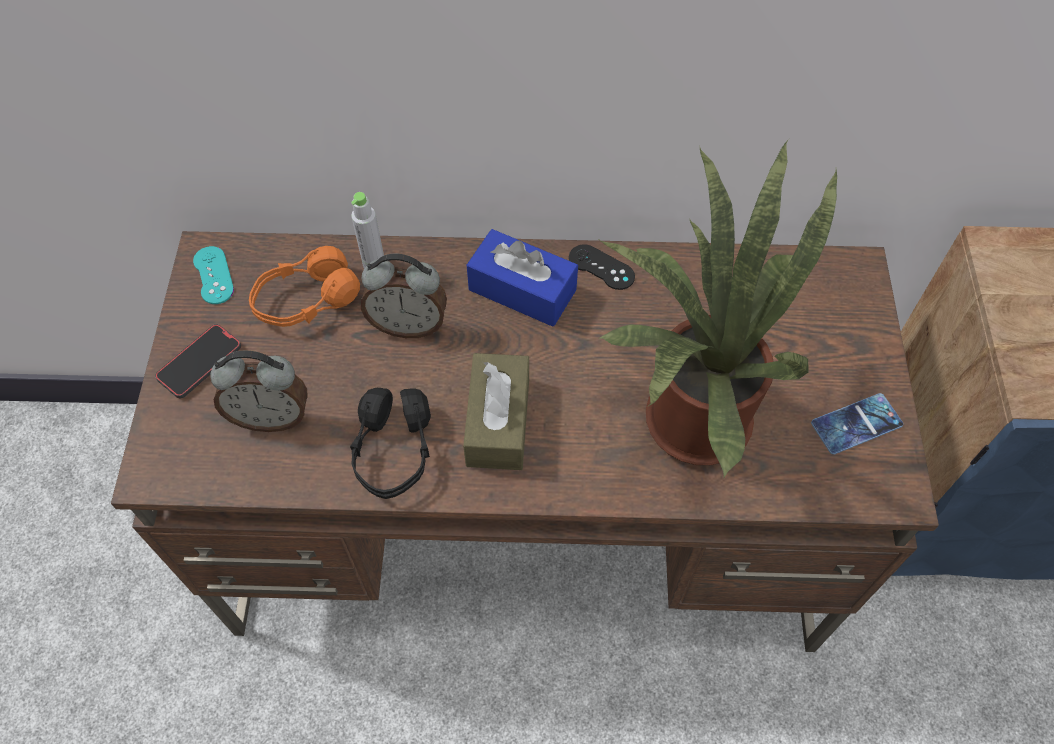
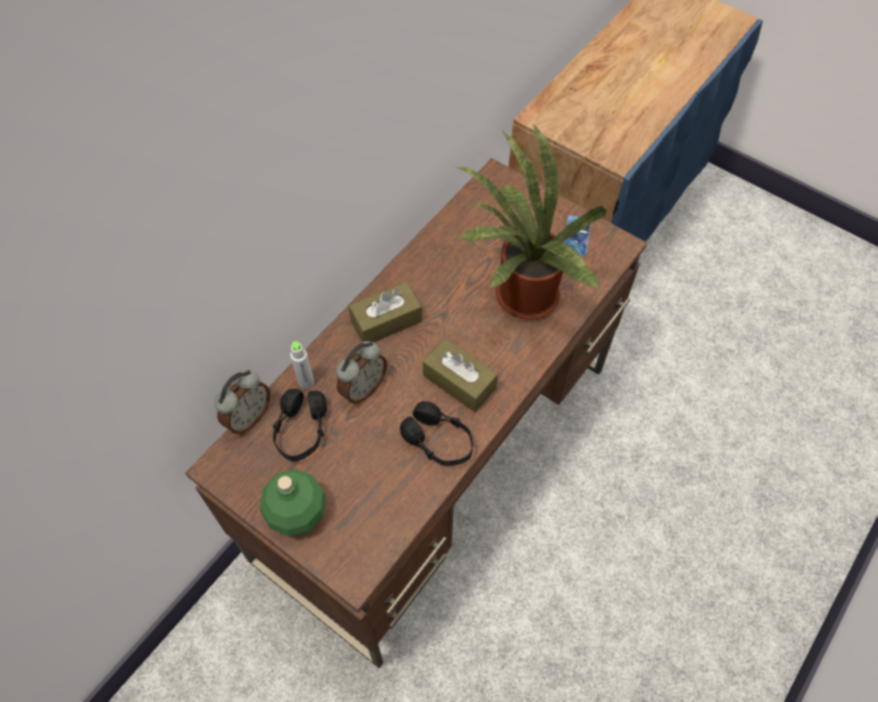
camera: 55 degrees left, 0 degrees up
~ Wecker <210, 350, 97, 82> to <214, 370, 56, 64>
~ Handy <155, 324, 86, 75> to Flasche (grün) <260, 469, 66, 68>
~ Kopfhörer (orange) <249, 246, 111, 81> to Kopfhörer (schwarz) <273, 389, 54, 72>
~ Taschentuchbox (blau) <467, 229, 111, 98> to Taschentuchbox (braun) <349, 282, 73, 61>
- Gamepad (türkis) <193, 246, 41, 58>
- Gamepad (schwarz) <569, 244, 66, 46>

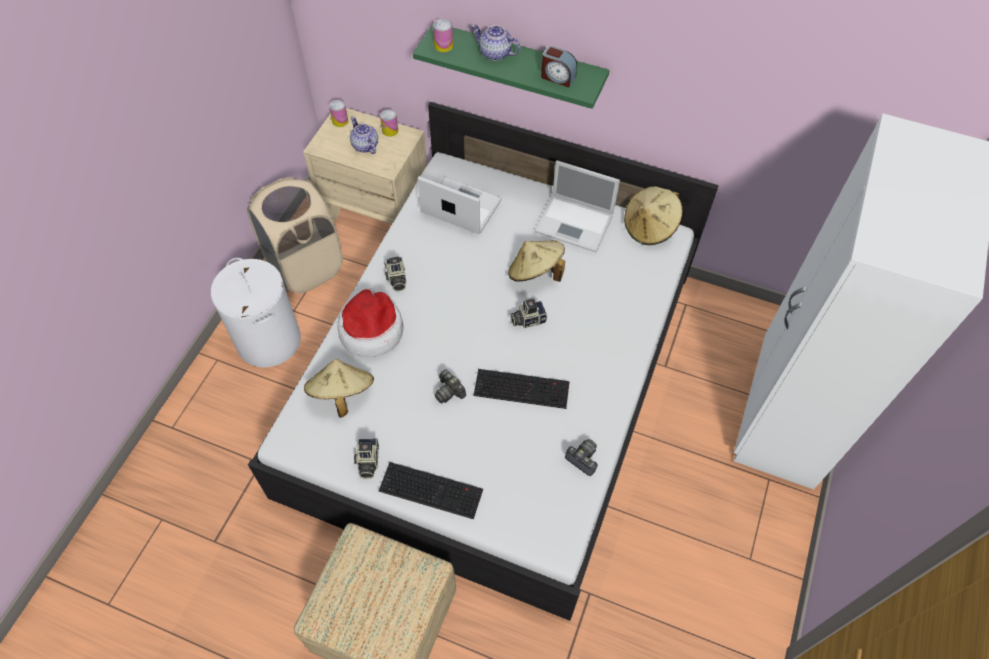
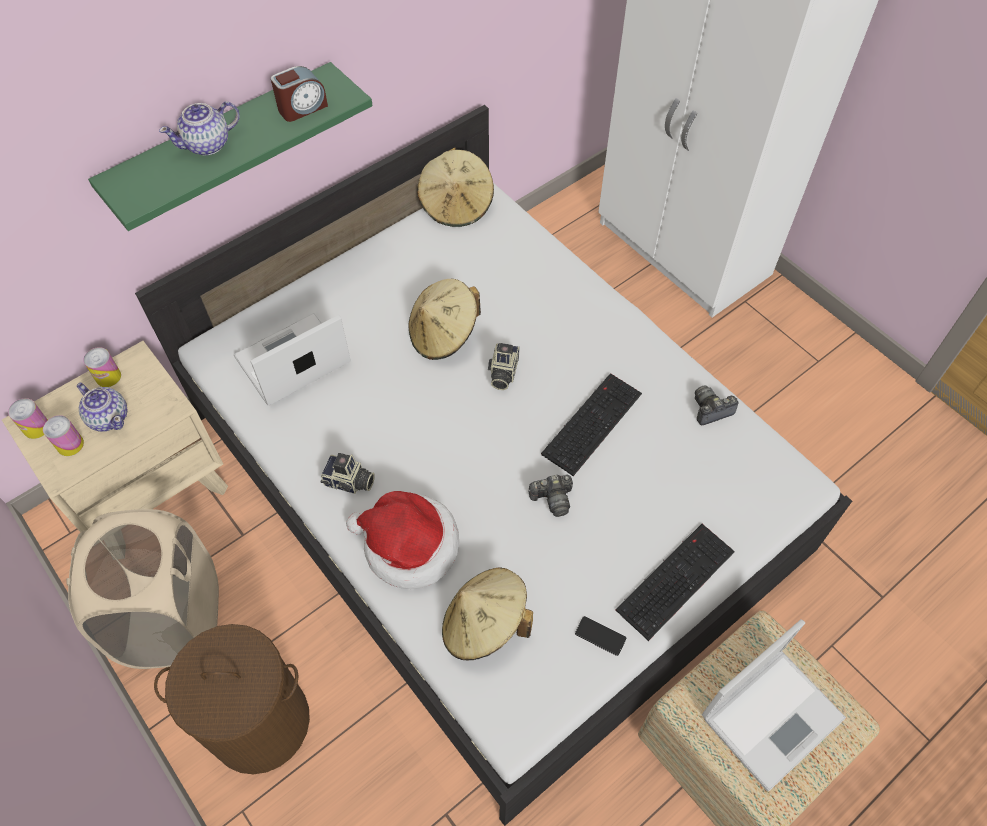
camera: 60 degrees left, 0 degrees up
~ Dose <433, 19, 20, 33> to <43, 415, 41, 41>
~ Teekanne <350, 117, 28, 37> = <77, 383, 51, 49> 135 degrees counterclockwise
~ Wäschekorb (weiß) <211, 258, 90, 110> to Wäschekorb (braun) <154, 624, 156, 150>
~ Kamera <354, 439, 25, 40> to Handy <575, 616, 51, 40>
~ Laptop <535, 160, 85, 92> to <702, 619, 144, 172>

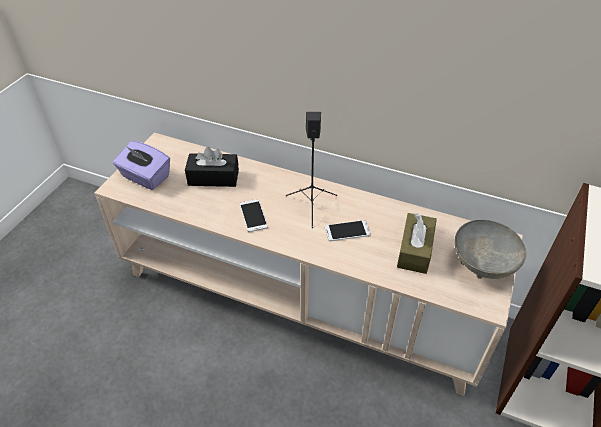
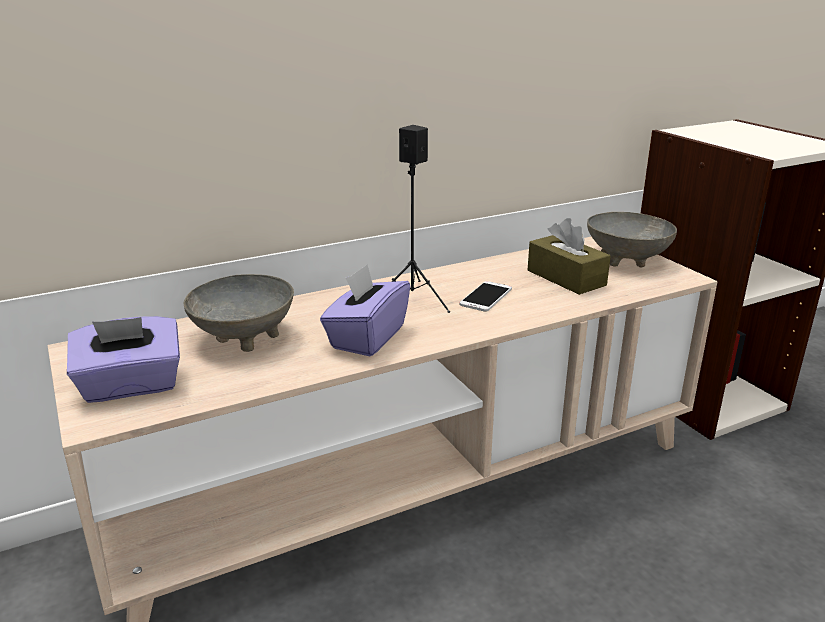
camera: 50 degrees left, 20 degrees down
~ Taschentuchbox (schwarz) <185, 147, 54, 40> to Schüssel (grau) <184, 274, 110, 78>
~ Handy <239, 199, 29, 33> to Taschentuchbox (lila) <320, 264, 90, 92>

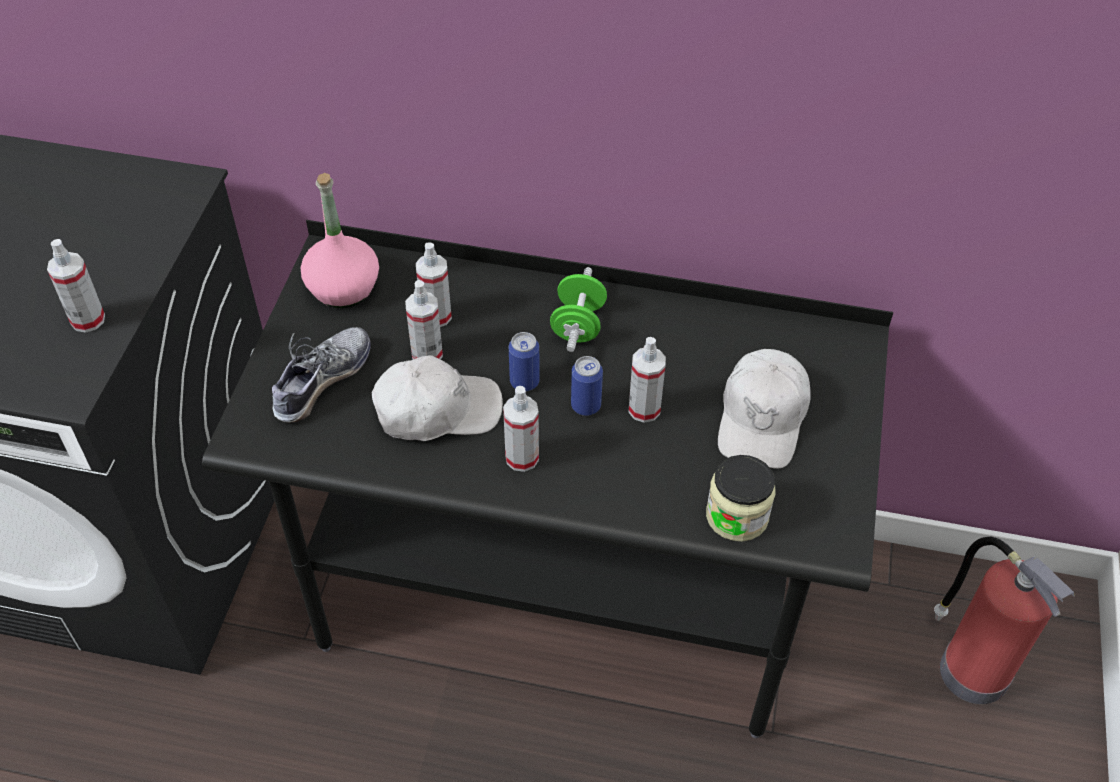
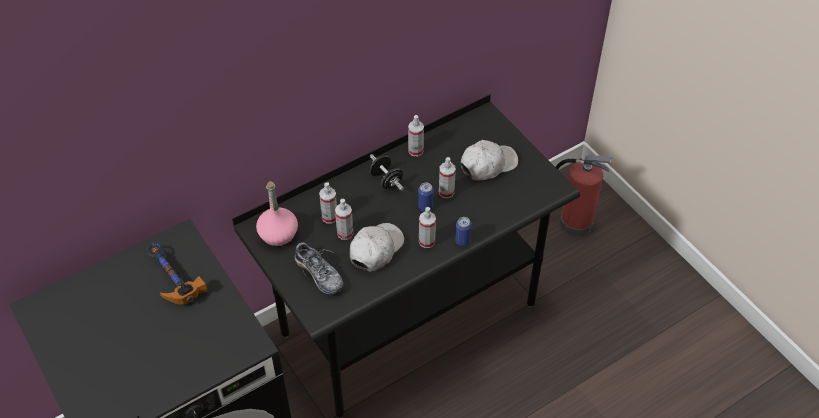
camera: 45 degrees left, 0 degrees up
+ Hammer <147, 243, 61, 62>
~ Schuh <272, 327, 99, 96> = <295, 242, 48, 52> 150 degrees clockwise
~ Hantel (grün) <550, 267, 57, 85> to Hantel (schwarz) <369, 154, 35, 37>
~ Sprühflasche <47, 239, 58, 94> to <408, 115, 16, 41>
~ Dose <509, 332, 31, 59> to <455, 217, 17, 29>
~ Kappe (weiß) <718, 349, 93, 120> = <461, 140, 57, 41> 90 degrees counterclockwise
- Vorratsglas <706, 455, 69, 87>

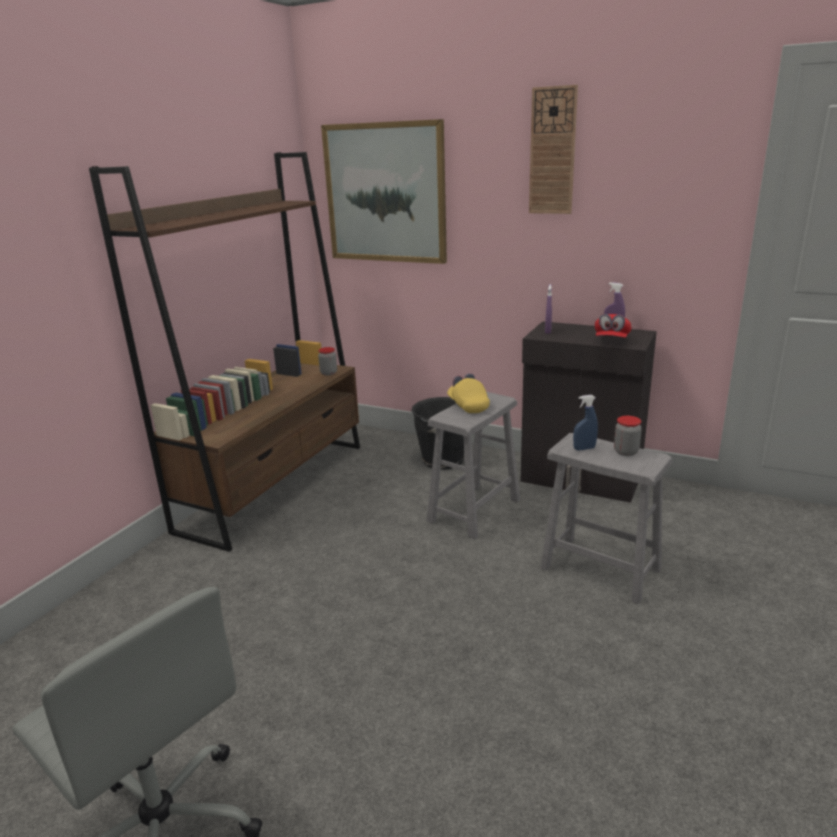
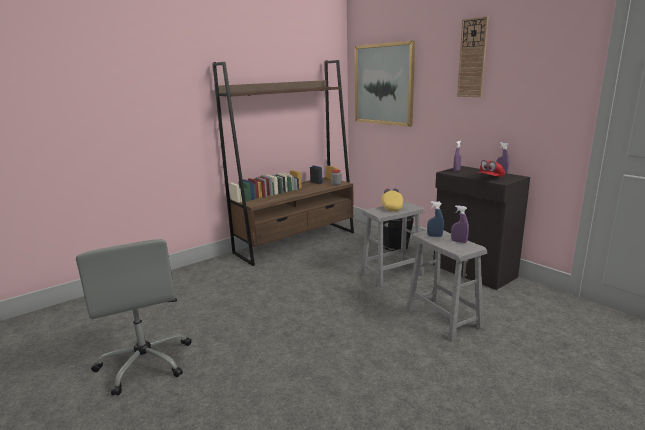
camera: 25 degrees right, 5 degrees down
~ Vorratsglas <614, 416, 28, 40> to Sprühflasche (lila) <451, 205, 18, 38>

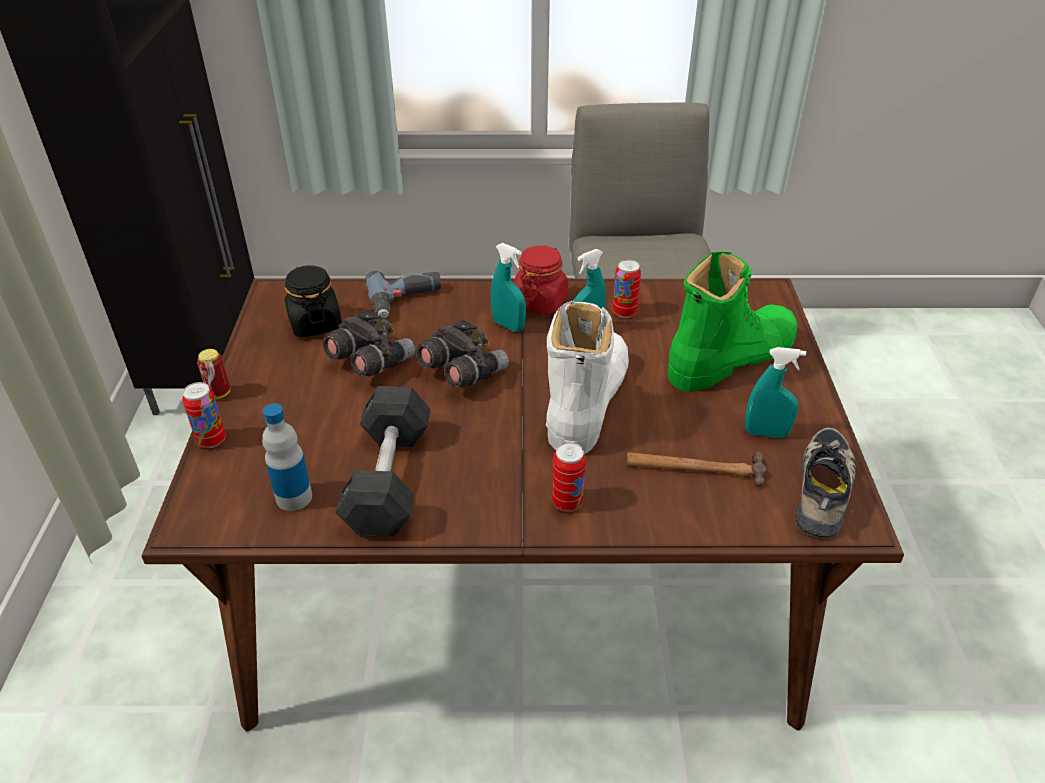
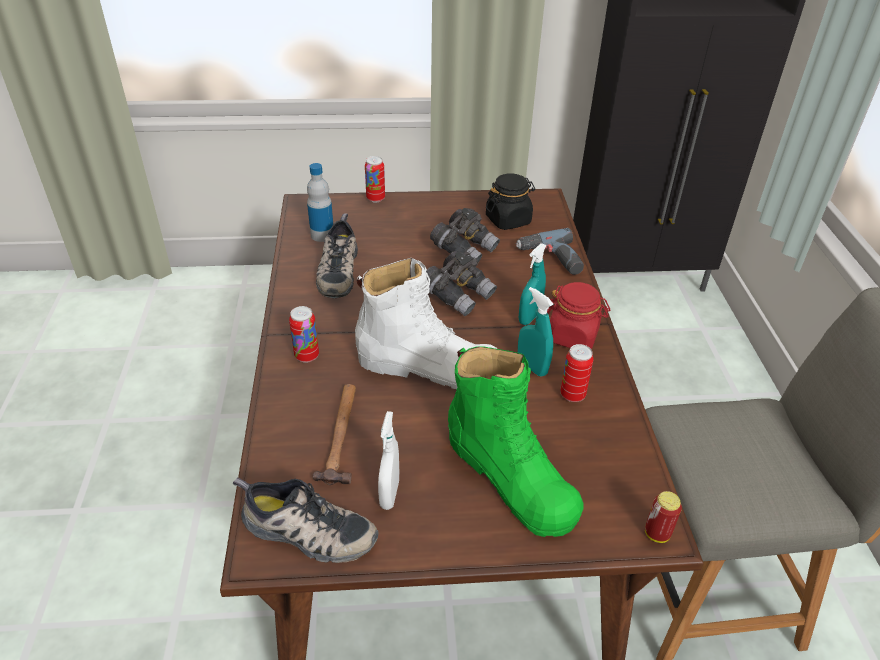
camera: 85 degrees right, 0 degrees up
~ Hantel (grau) <335, 386, 96, 150> to Schuh <316, 213, 42, 86>
~ Sprühflasche (türkis) <745, 347, 61, 91> to Sprühflasche (weiß) <378, 411, 21, 99>
~ Dose <197, 349, 33, 50> to <645, 491, 37, 52>

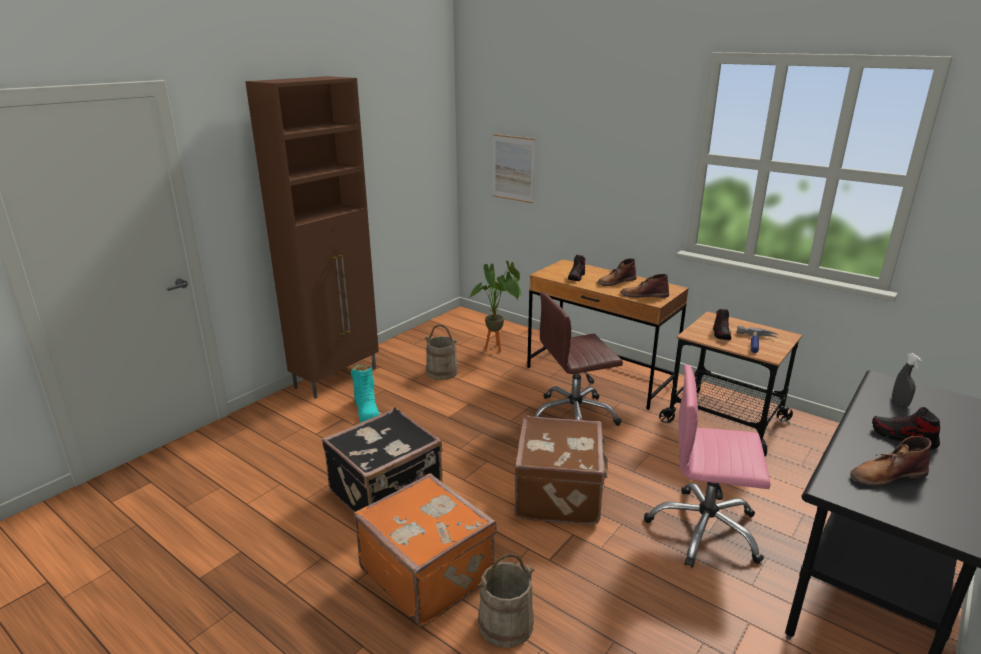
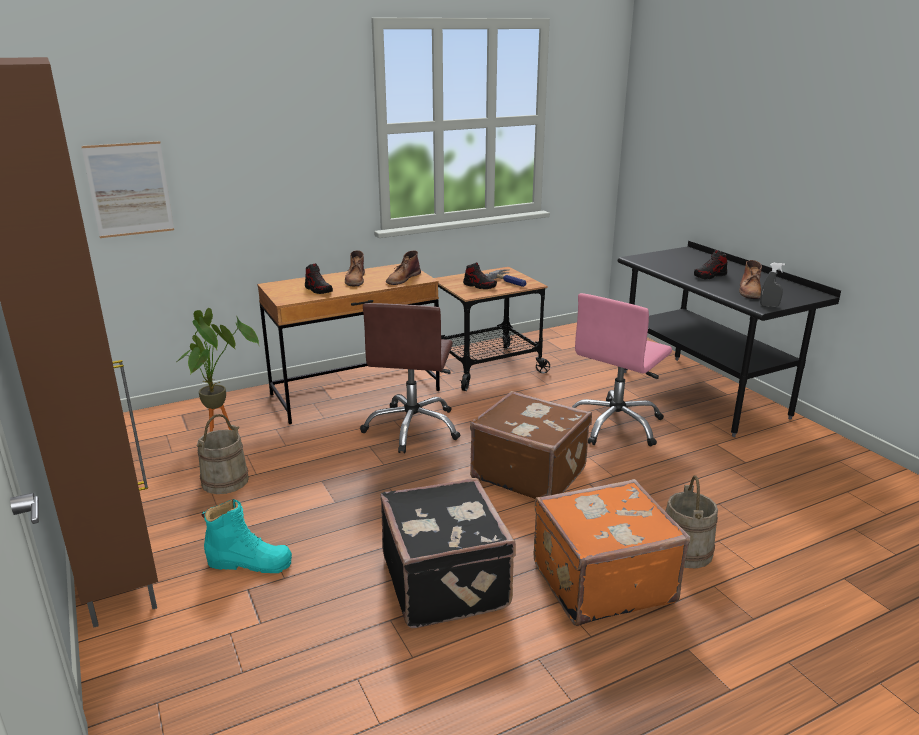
camera: 65 degrees left, 0 degrees up
~ Sprühflasche (grau) <892, 353, 30, 53> to <760, 263, 25, 44>

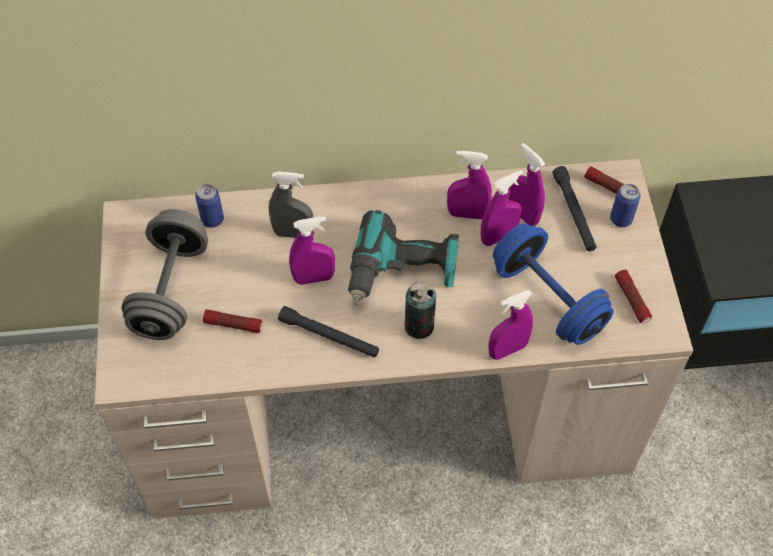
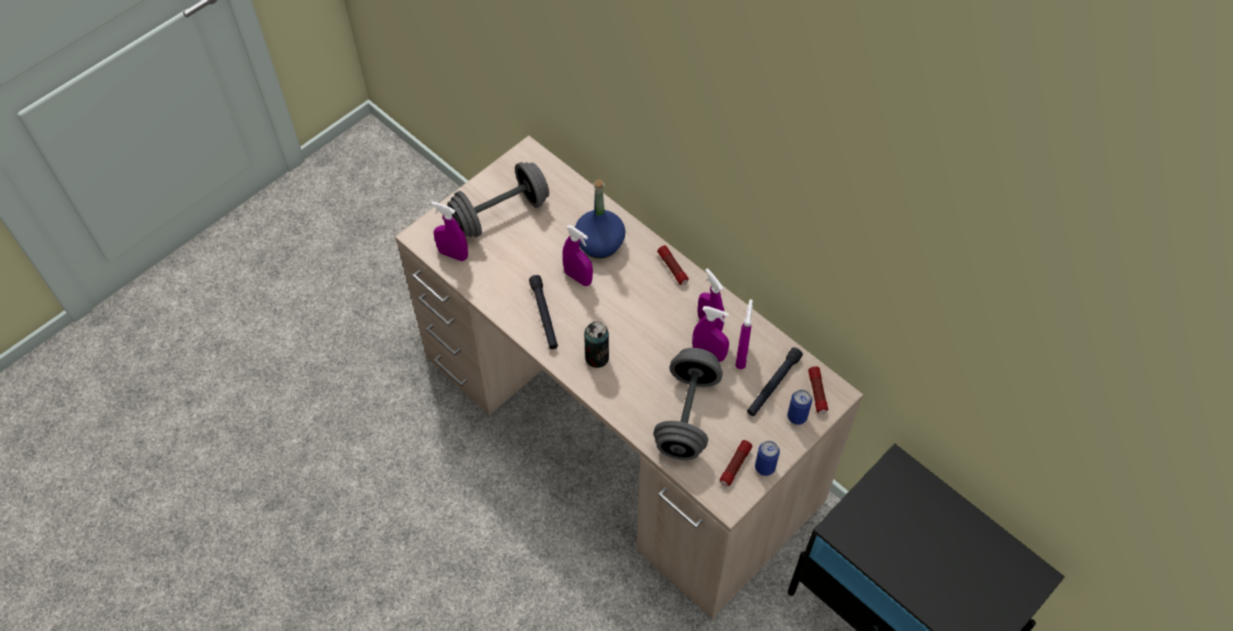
camera: 50 degrees right, 0 degrees up
~ Sprühflasche (lila) <489, 290, 44, 70> to <431, 201, 37, 60>
~ Sprühflasche (grau) <269, 171, 44, 67> to Flasche (blau) <575, 179, 50, 79>
~ Hantel (blau) <493, 223, 121, 122> to Hantel (grau) <653, 348, 70, 112>
~ Taschenlampe <203, 309, 60, 24> to <657, 245, 32, 40>
~ Dose <195, 184, 29, 44> to <755, 440, 25, 36>
- Bohrmaschine <348, 210, 111, 95>

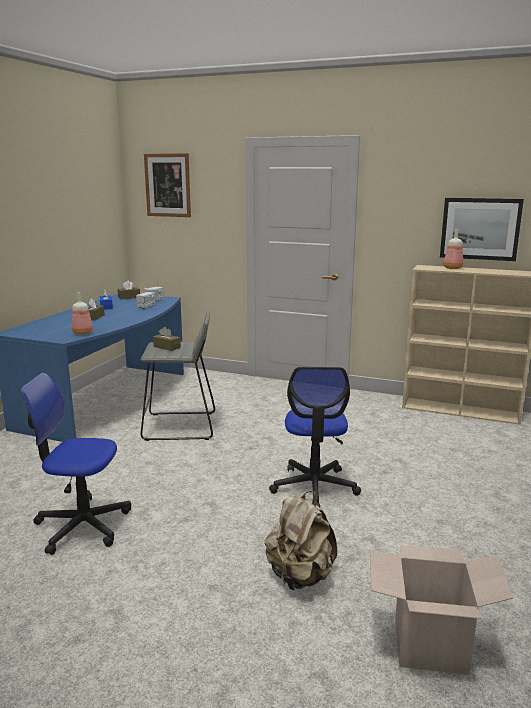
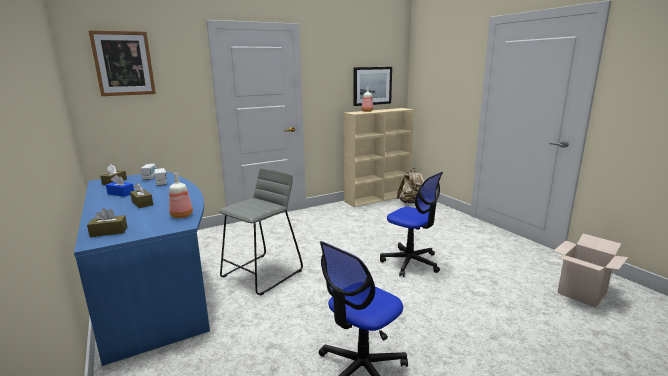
camera: 50 degrees left, 0 degrees up
~ Taschentuchbox (braun) <153, 327, 28, 24> to <87, 208, 40, 29>
~ Rucksack (beige) <265, 491, 72, 99> to <397, 168, 27, 36>

